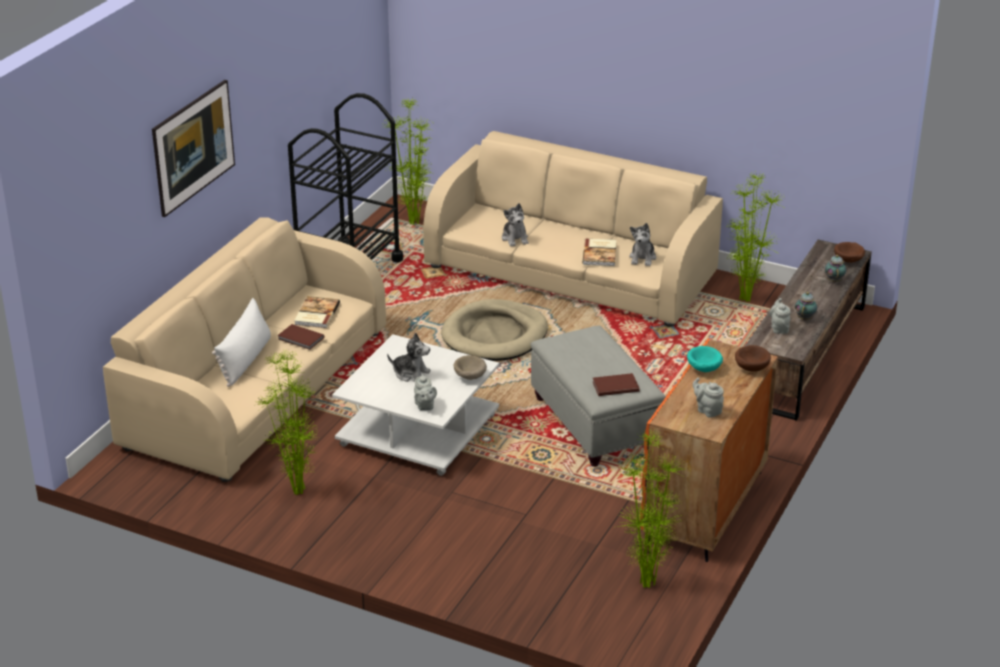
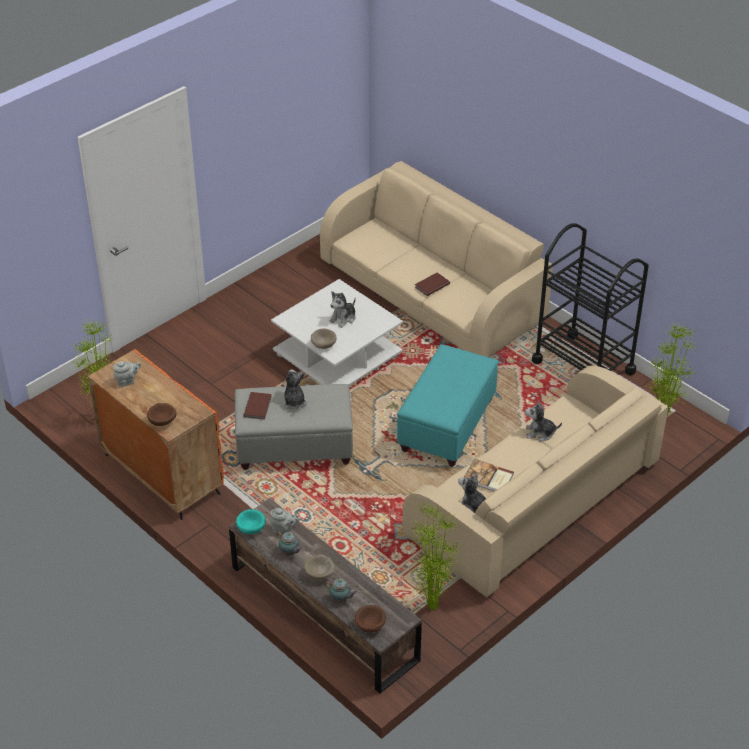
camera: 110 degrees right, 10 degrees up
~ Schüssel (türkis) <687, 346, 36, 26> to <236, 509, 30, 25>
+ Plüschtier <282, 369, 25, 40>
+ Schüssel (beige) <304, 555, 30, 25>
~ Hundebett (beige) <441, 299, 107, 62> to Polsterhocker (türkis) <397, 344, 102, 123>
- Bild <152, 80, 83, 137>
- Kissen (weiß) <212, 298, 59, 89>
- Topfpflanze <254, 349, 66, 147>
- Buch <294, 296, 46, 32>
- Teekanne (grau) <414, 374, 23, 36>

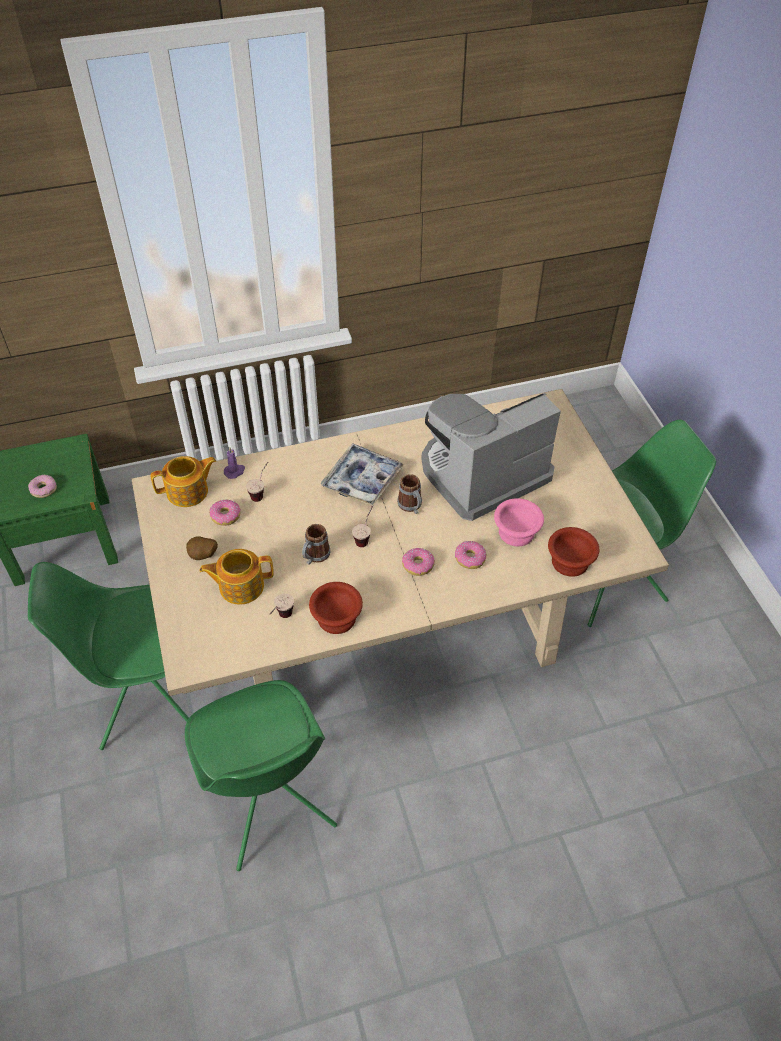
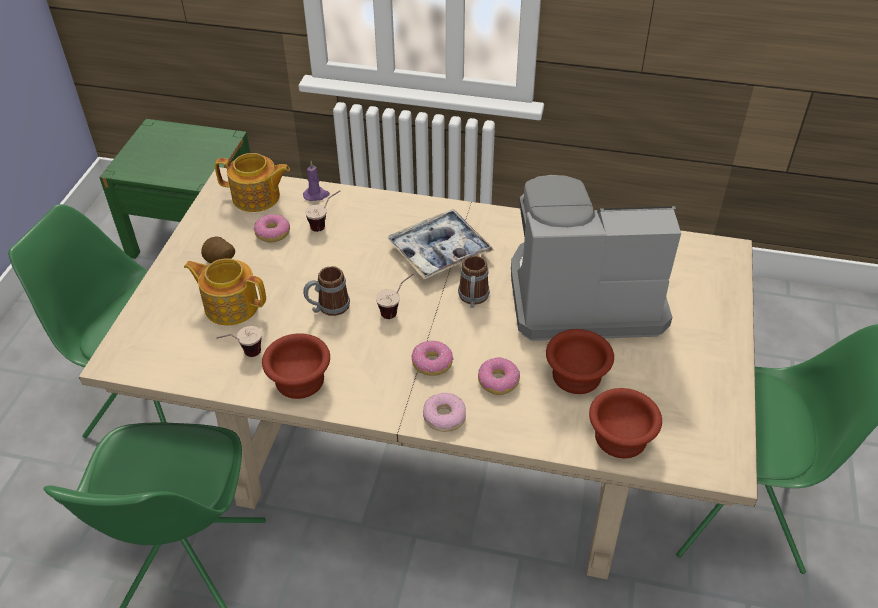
camera: 30 degrees right, 5 degrees down
~ Donut <28, 475, 29, 23> to <423, 393, 43, 39>
~ Schüssel (rosa) <494, 498, 50, 48> to Schüssel (braun) <546, 329, 68, 65>

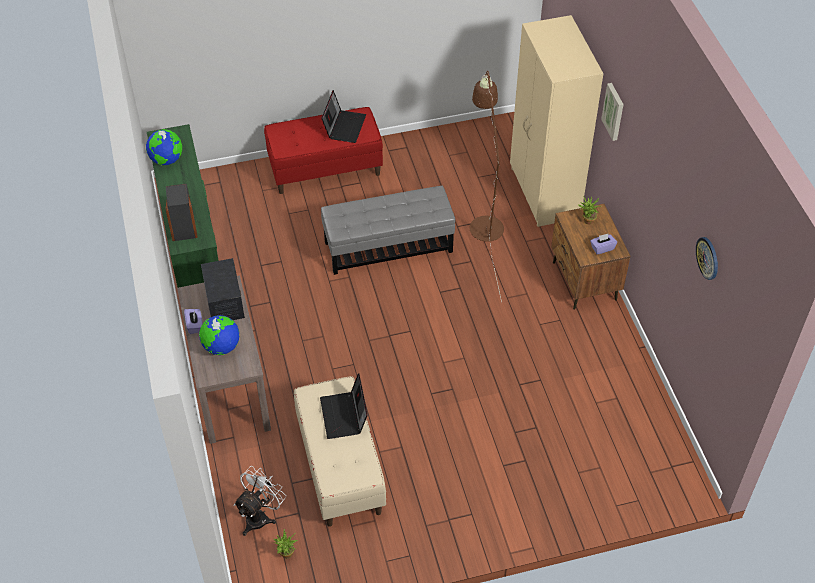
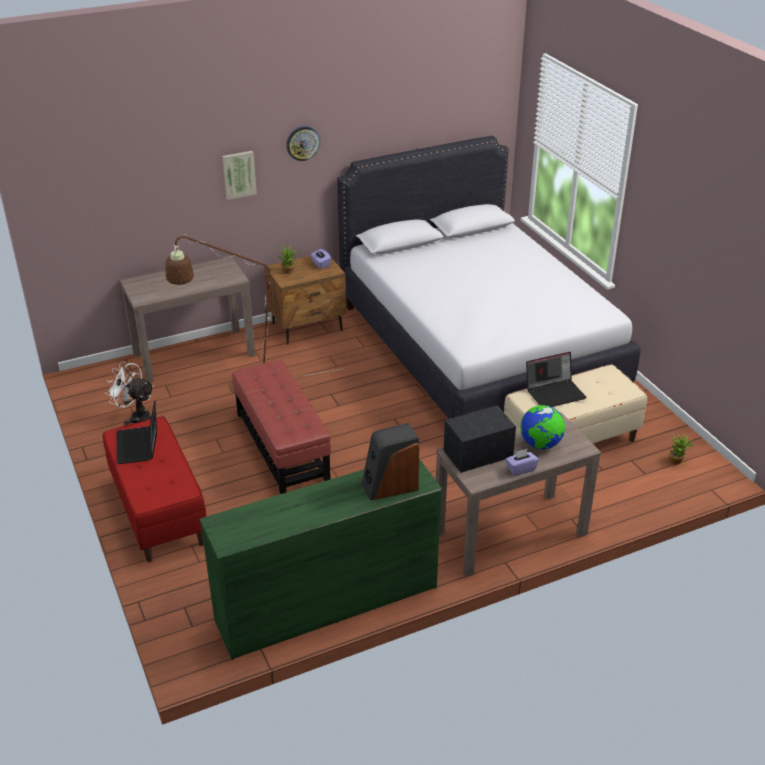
camera: 100 degrees left, 15 degrees down
~ Ventilator (weiß) <234, 466, 52, 70> to <105, 361, 49, 65>
~ Laptop <321, 90, 45, 53> = <117, 400, 40, 64> 105 degrees counterclockwise
~ Kleiderschrank (beige) <510, 15, 94, 212> to Konsolentisch (braun) <120, 256, 135, 126>
~ Polsterhocker (grau) <321, 186, 134, 89> to Polsterhocker (rot) <232, 360, 99, 134>
~ Wanduhr <696, 237, 22, 43> to <286, 126, 34, 35>
+ Bett (weiß) <337, 135, 304, 284>
- Globus <146, 129, 36, 36>

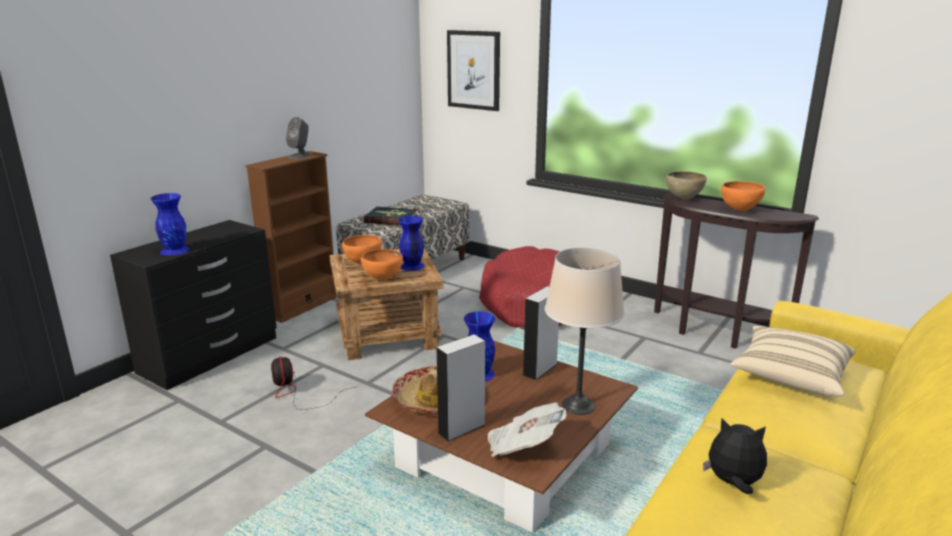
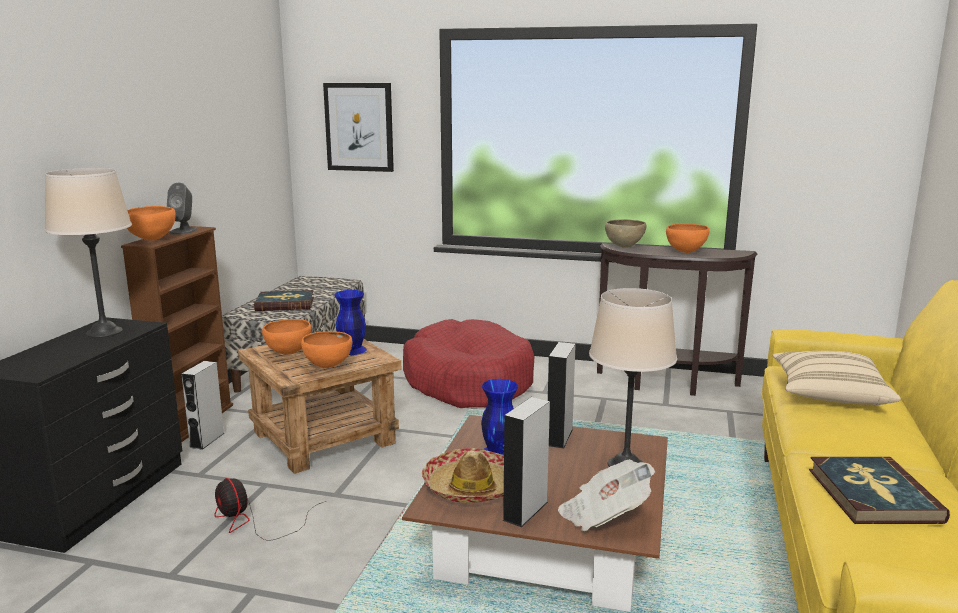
camera: 20 degrees left, 5 degrees down
+ Tischlampe (beige) <45, 168, 87, 170>
+ Schüssel (orange) <127, 206, 49, 34>
+ Lautsprecher (grau) <181, 361, 43, 89>
~ Plüschtier <703, 419, 64, 75> to Buch <809, 457, 141, 67>
- Vase (blau) <151, 193, 39, 62>

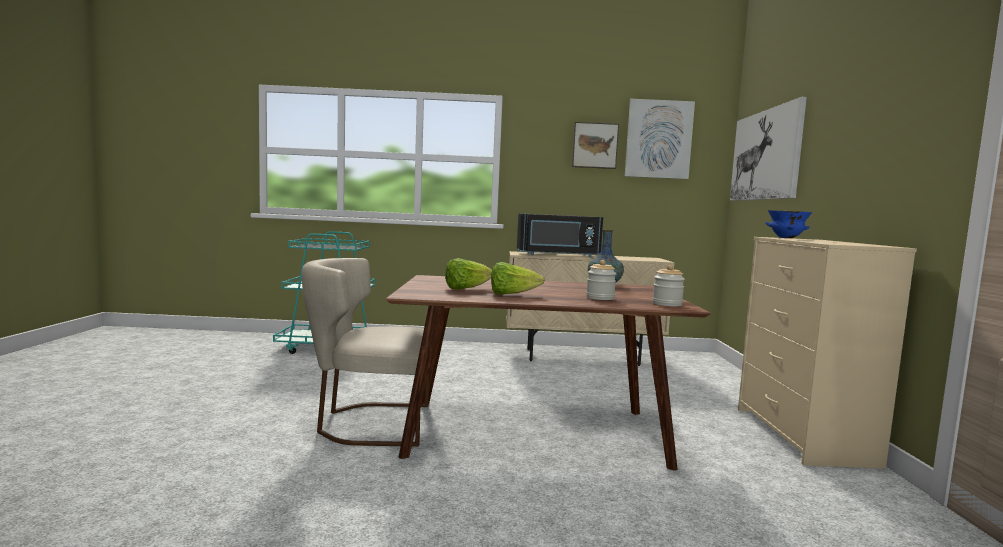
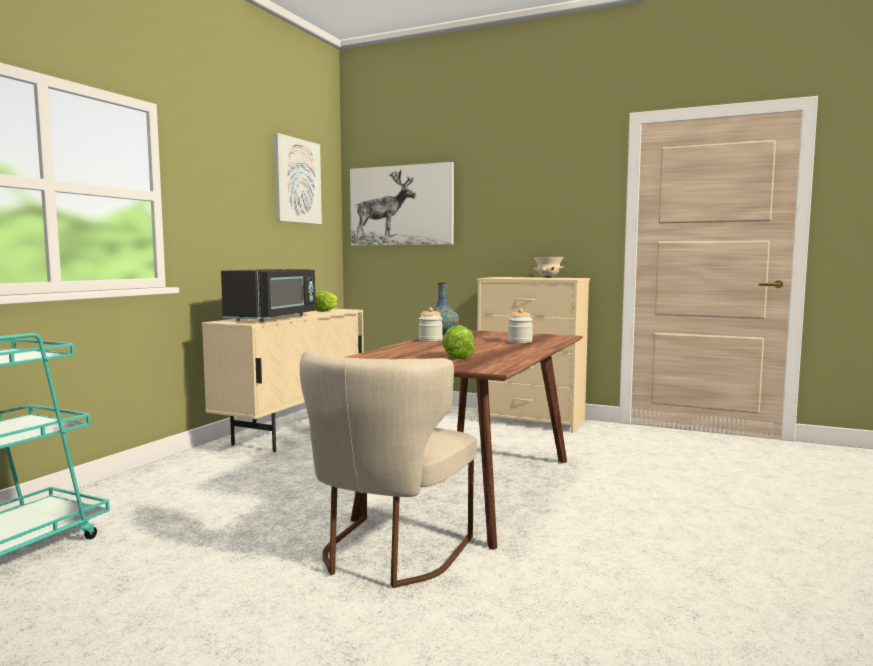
camera: 65 degrees left, 0 degrees up
~ Salatkopf <491, 262, 54, 33> to <315, 291, 23, 21>
~ Vorratsglas <652, 265, 33, 42> to <418, 307, 25, 35>
+ Schüssel (beige) <534, 256, 30, 22>
- Bild <572, 122, 47, 47>
- Schüssel (blau) <765, 210, 47, 28>

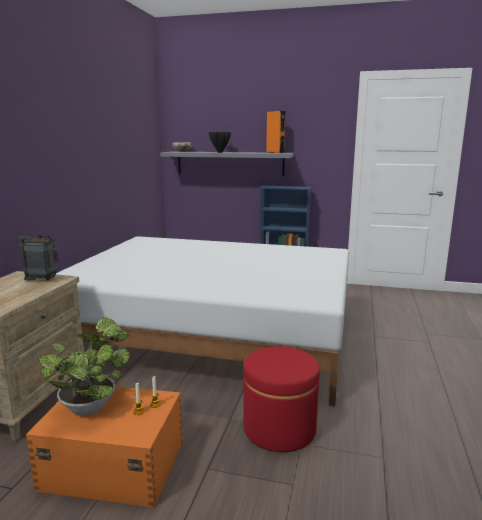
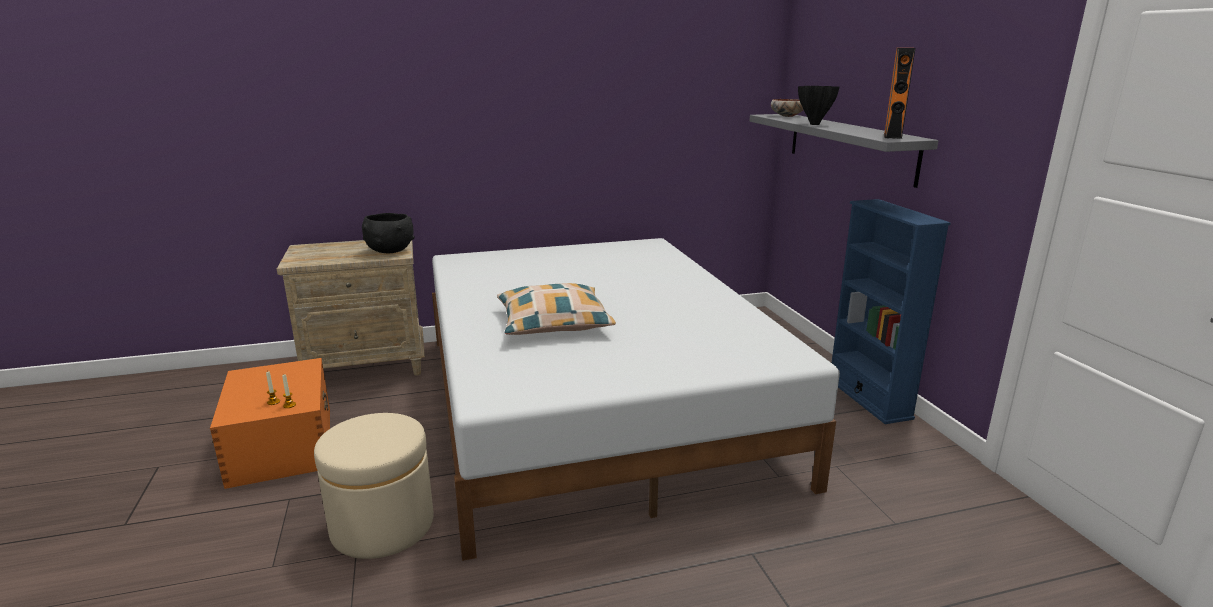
camera: 60 degrees right, 5 degrees up
~ Polsterhocker (rot) <243, 346, 77, 106> to Polsterhocker (beige) <314, 413, 120, 146>
~ Radio <18, 214, 41, 67> to Schüssel (schwarz) <362, 213, 52, 40>
+ Kissen <497, 283, 119, 52>
- Topfpflanze <38, 318, 92, 98>

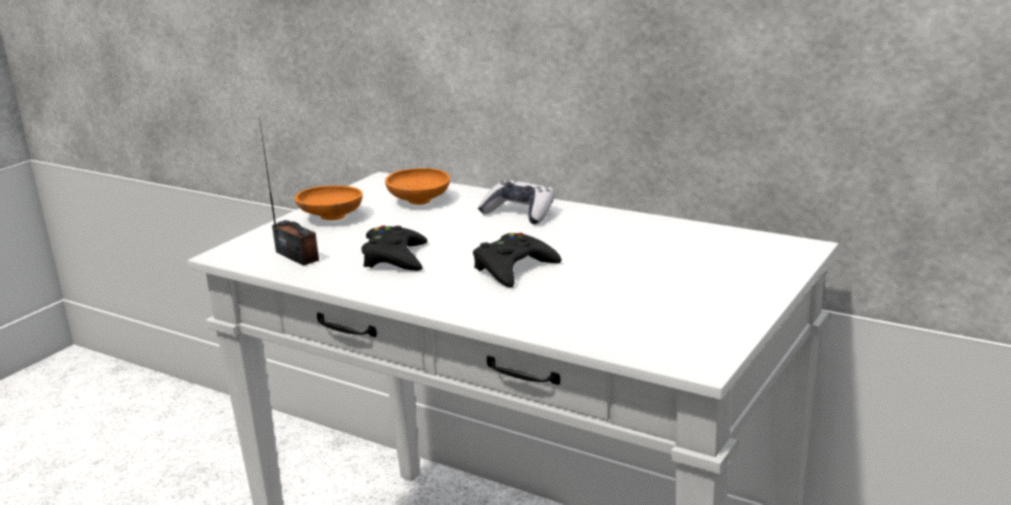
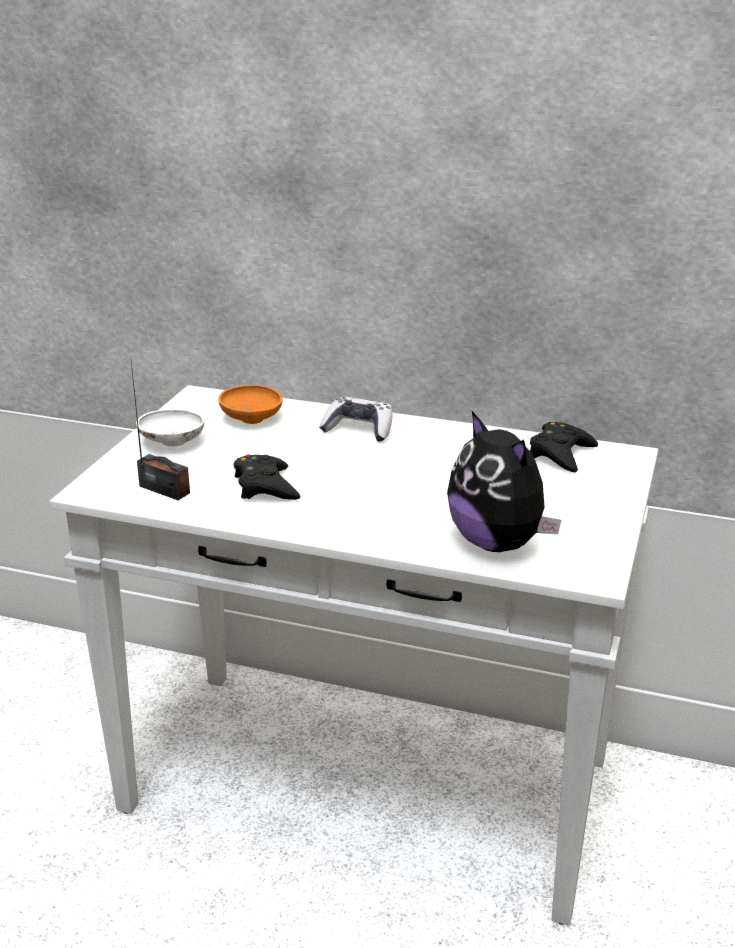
camera: 15 degrees left, 5 degrees up
~ Schüssel (orange) <295, 186, 68, 34> to Schüssel (weiß) <136, 409, 69, 38>
+ Plüschtier <447, 411, 114, 141>
~ Gamepad (schwarz) <473, 233, 89, 55> to <530, 421, 68, 51>

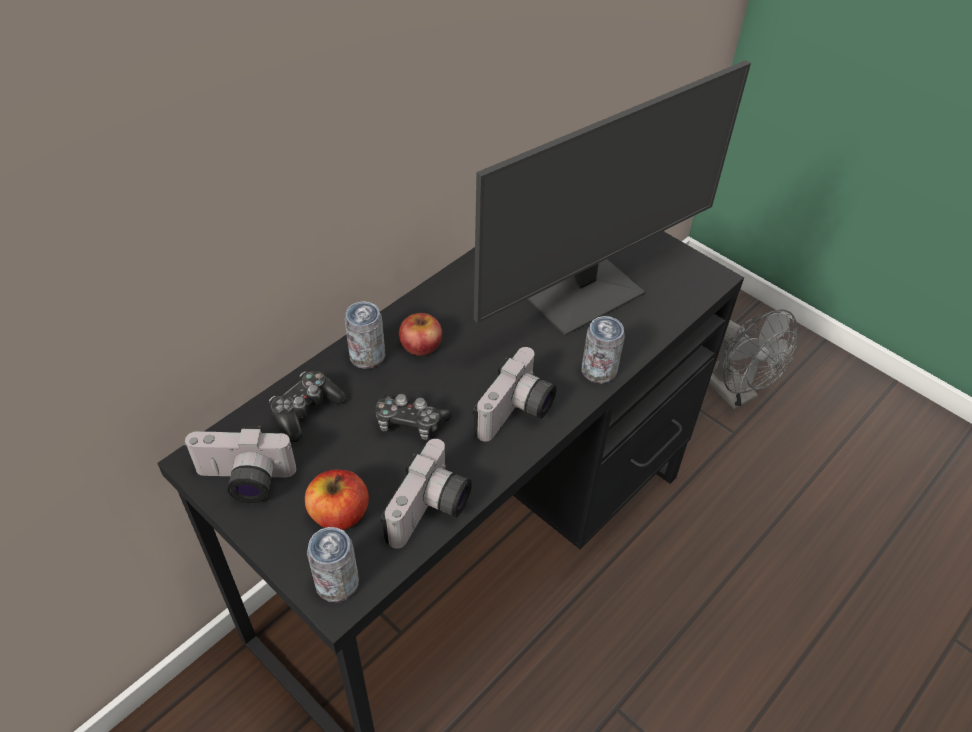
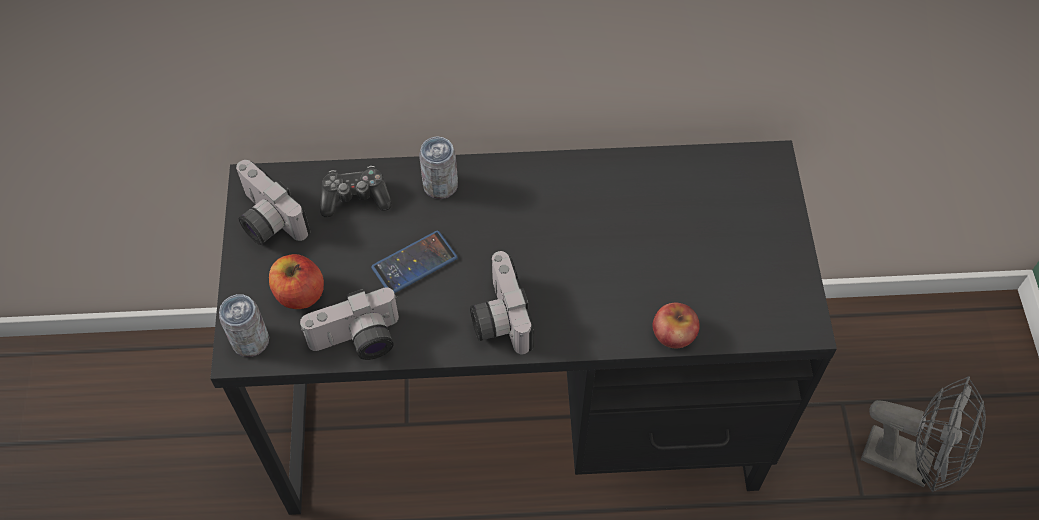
camera: 45 degrees right, 10 degrees up
~ Gamepad <375, 394, 77, 46> to Handy <371, 231, 87, 62>
~ Kamera <472, 347, 85, 95> = <470, 251, 64, 103> 90 degrees clockwise
~ Apfel <399, 313, 43, 43> to <652, 303, 48, 45>
~ Ventilator (grau) <709, 310, 89, 100> = <861, 376, 125, 116> 75 degrees counterclockwise
- Monitor <474, 60, 277, 276>
- Dose <581, 316, 44, 67>

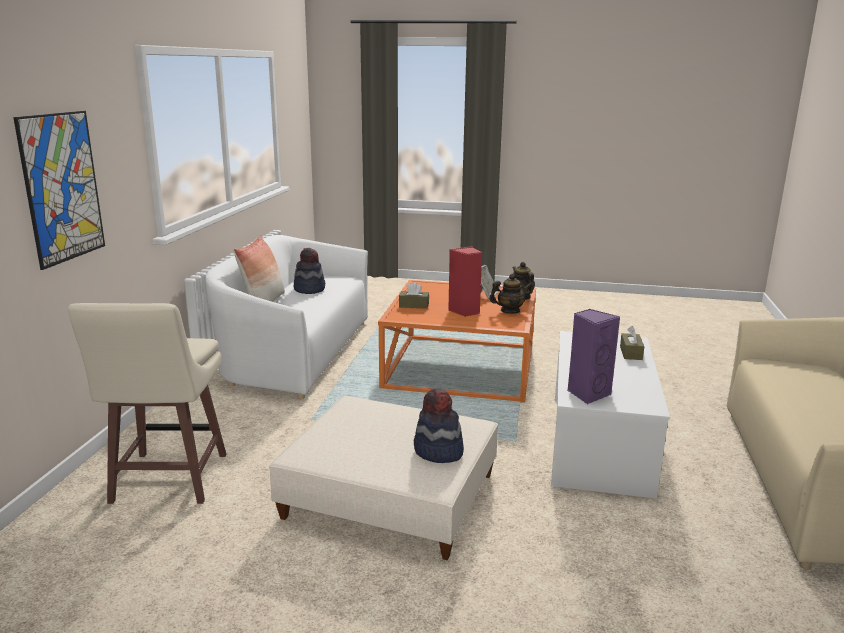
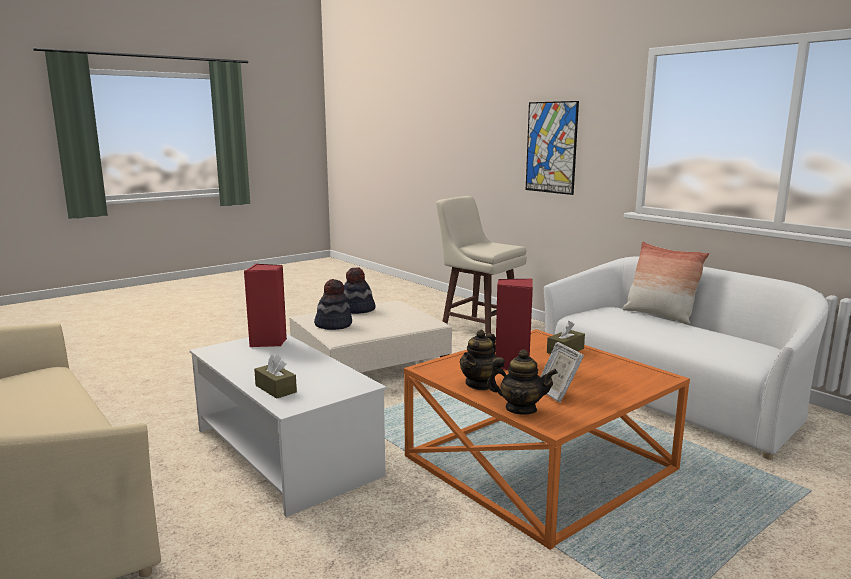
camera: 130 degrees right, 5 degrees down
~ Lautsprecher (lila) <568, 309, 52, 95> to Lautsprecher (rot) <244, 263, 43, 84>
~ Hut <294, 248, 31, 46> to <344, 267, 32, 47>

